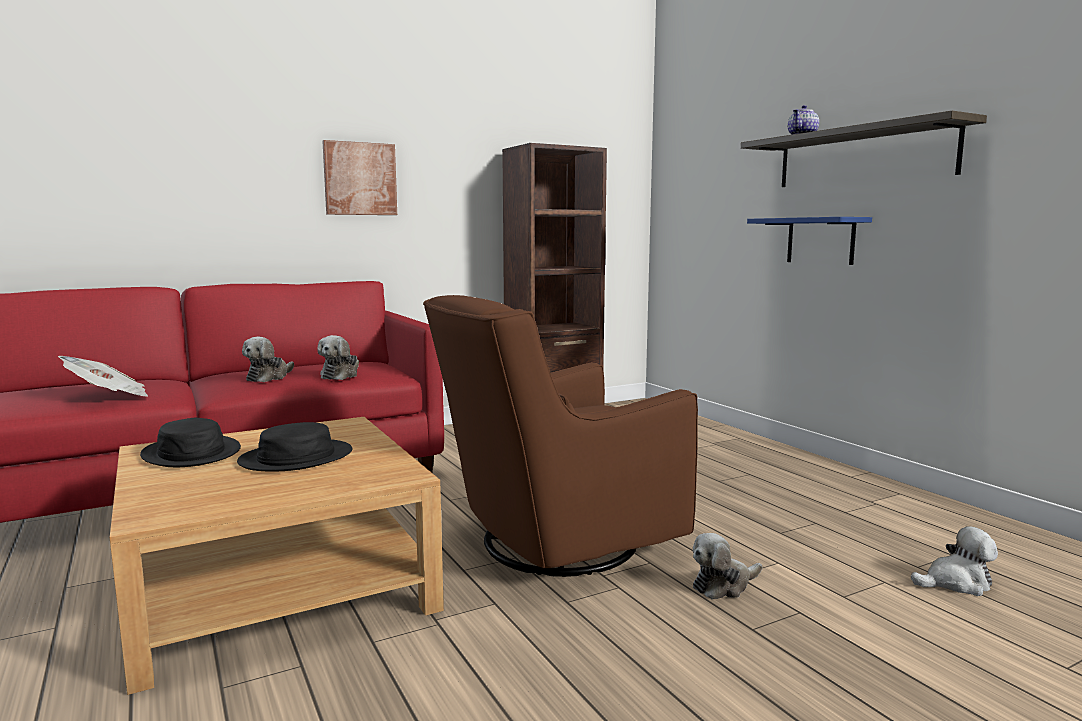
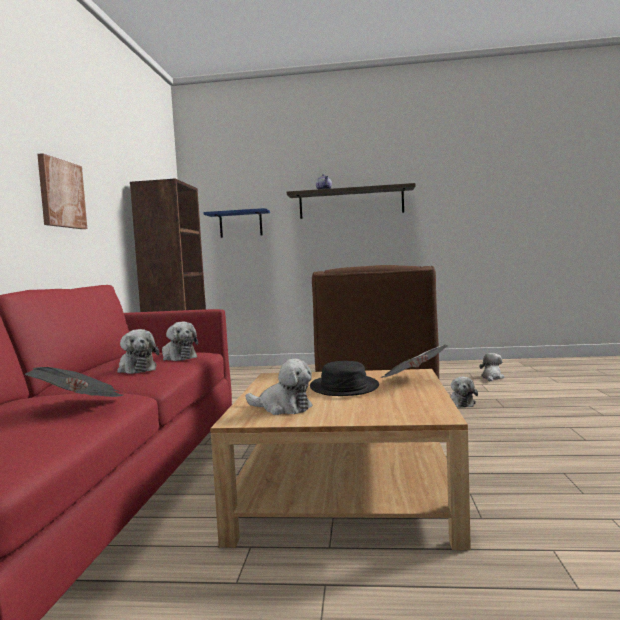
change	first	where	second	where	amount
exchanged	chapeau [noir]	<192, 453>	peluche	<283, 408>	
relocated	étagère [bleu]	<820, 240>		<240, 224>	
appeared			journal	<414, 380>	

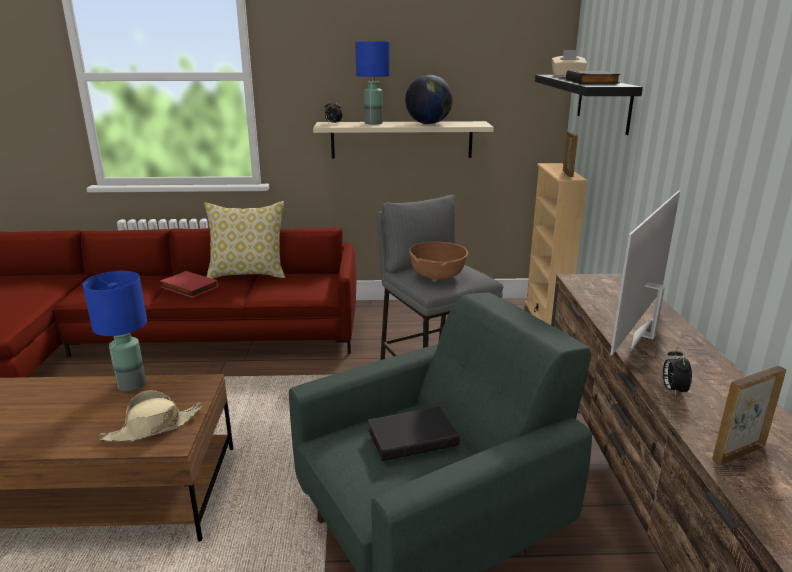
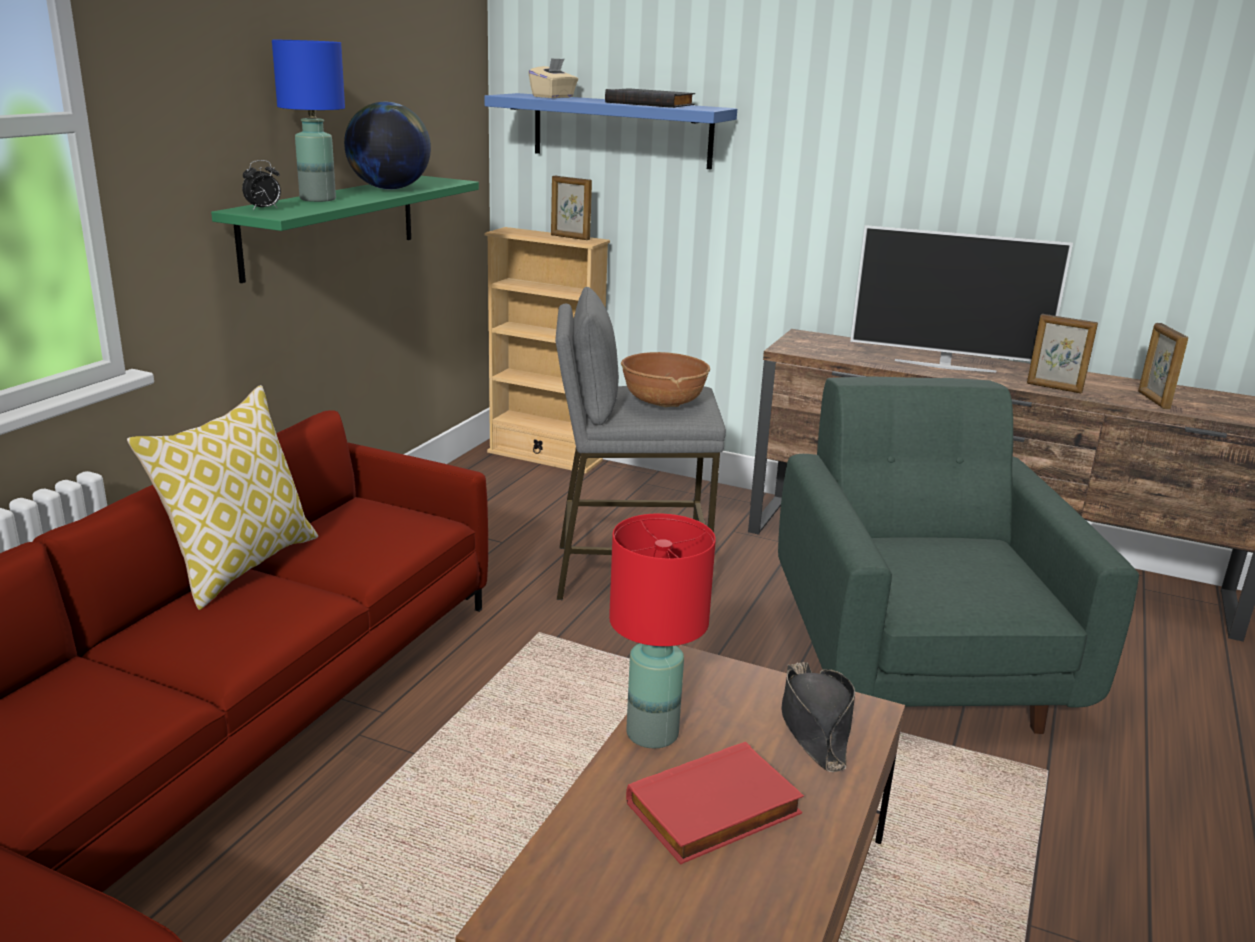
change	first	where	second	where	amount
colour	lampe de table [bleu]	<131, 385>	lampe de table [rouge]	<653, 734>	
colour	chapeau [beige]	<153, 427>	chapeau [noir]	<814, 724>	
relocated	livre [rouge]	<188, 288>		<715, 811>	
colour	étagère [beige]	<401, 139>	étagère [vert]	<331, 225>	
missing	livre [noir]	<412, 436>			
colour	étagère [noir]	<603, 102>	étagère [bleu]	<622, 131>	
spun	téléviseur	<645, 335>		<944, 366>	45 degrees counterclockwise
exchanged	réveil	<673, 390>	cadre photo	<1054, 388>	

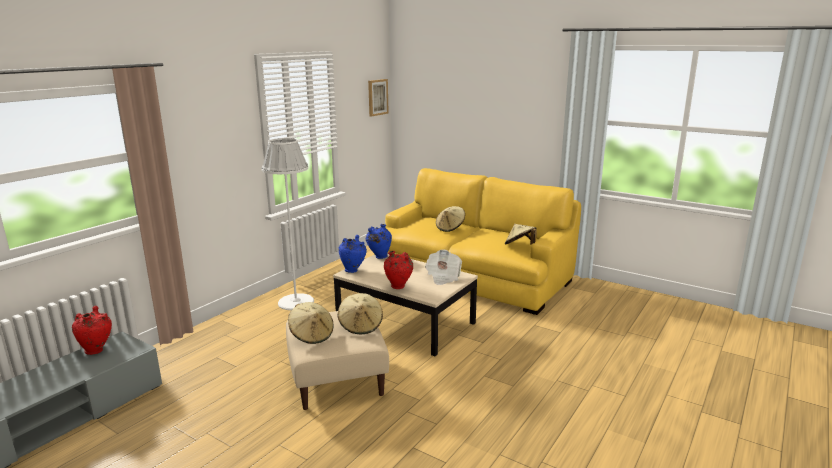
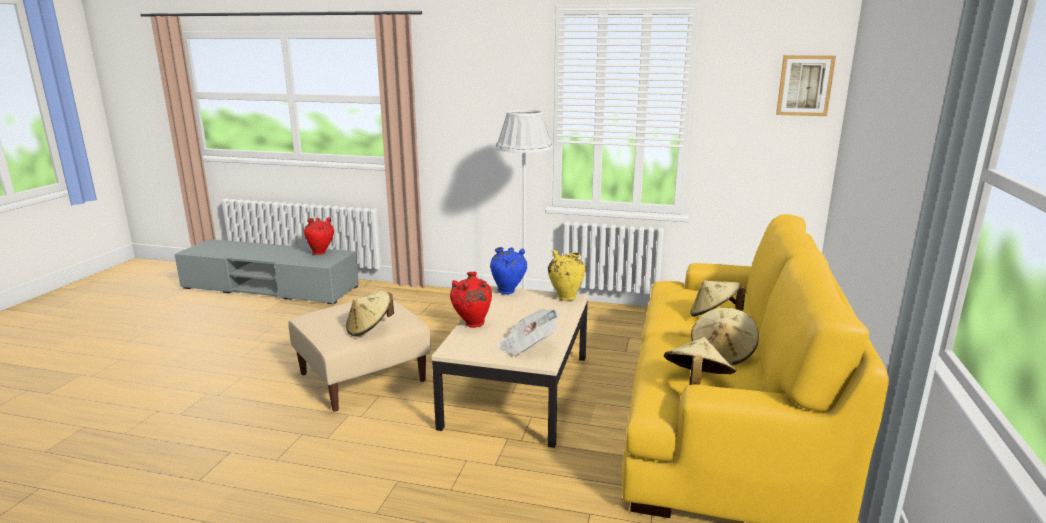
change	first	where	second	where	amount
relocated	chapeau [beige]	<311, 335>		<722, 354>	
colour	vase [bleu]	<379, 257>	vase [jaune]	<565, 297>	

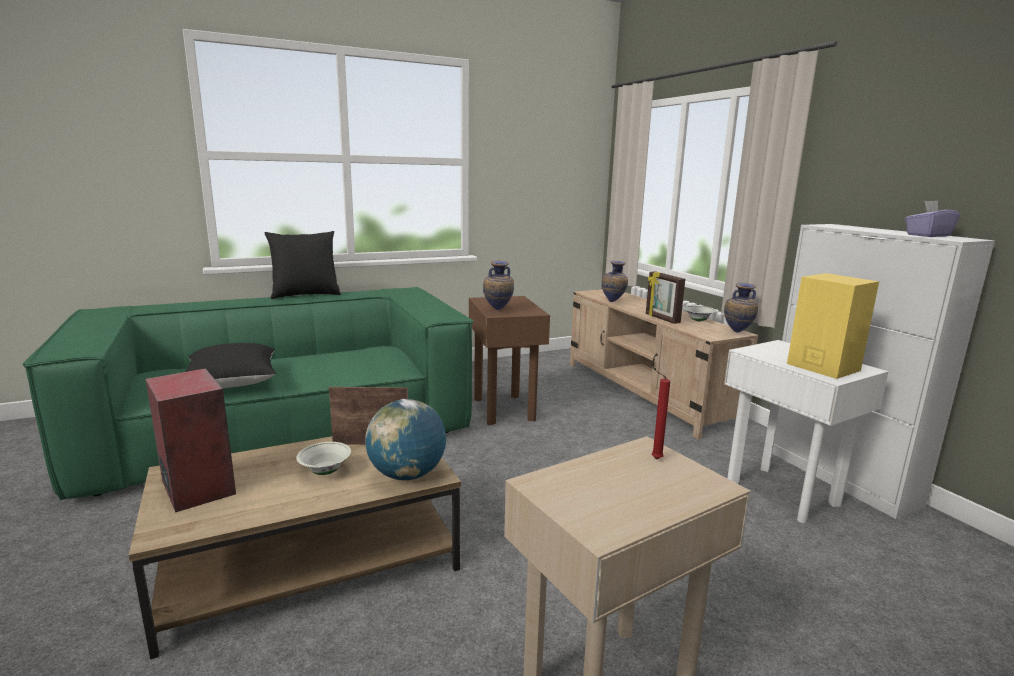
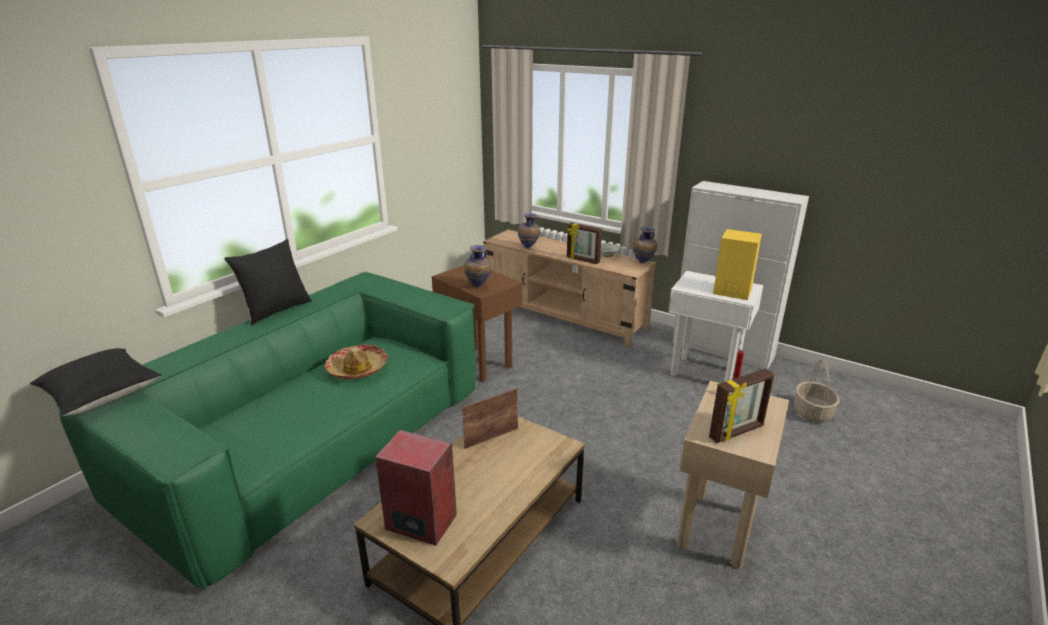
change	first	where	second	where	amount
relocated	coussin [noir]	<232, 382>		<102, 395>	
missing	bol [blanc]	<325, 471>			
missing	globe	<407, 475>			
missing	boîte à mouchoirs [violet]	<927, 235>			
appeared			chapeau	<357, 369>	
appeared			cadre photo	<737, 432>	
appeared			panier	<812, 413>	

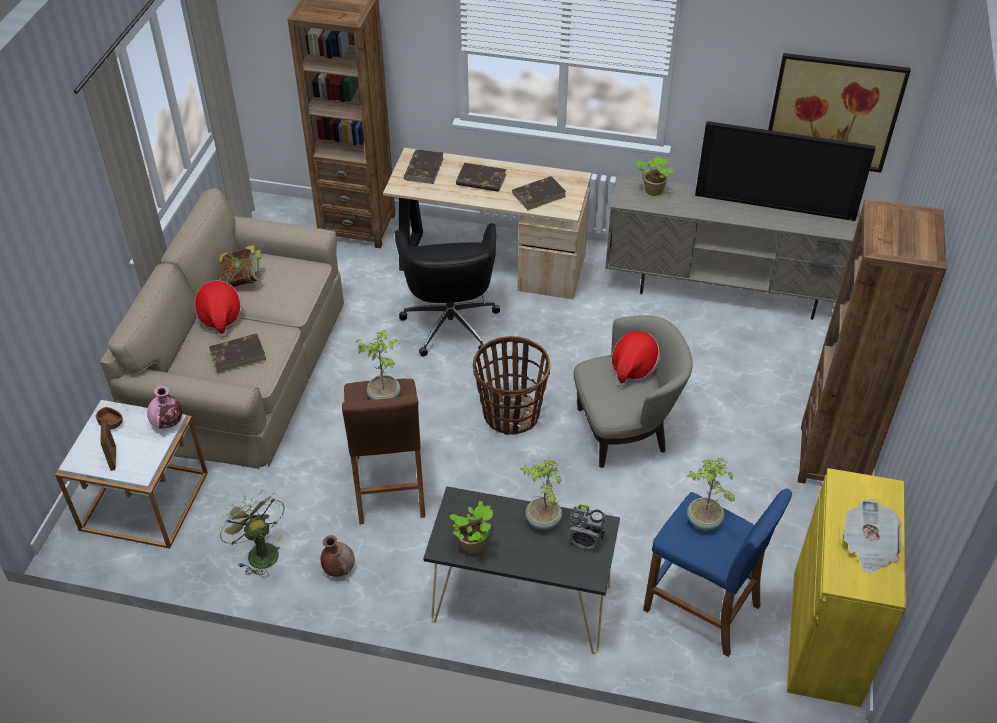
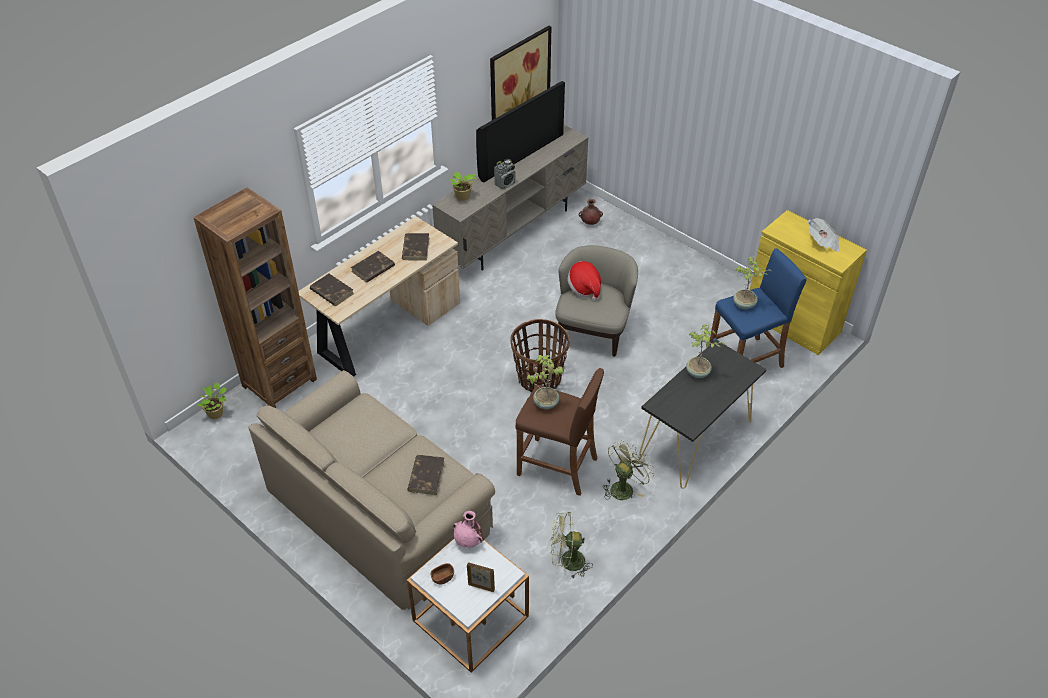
change	first	where	second	where	amount
missing	chapeau	<220, 318>			
missing	livre	<243, 280>			
relocated	vase [marron]	<338, 568>		<590, 222>	
missing	chaise de bureau [noir]	<450, 322>			
relocated	plante en pot	<473, 545>		<217, 413>	
relocated	radio	<585, 541>		<505, 184>	
missing	bibliothèque [marron]	<832, 458>			
appeared			ventilateur [vert]	<624, 487>	

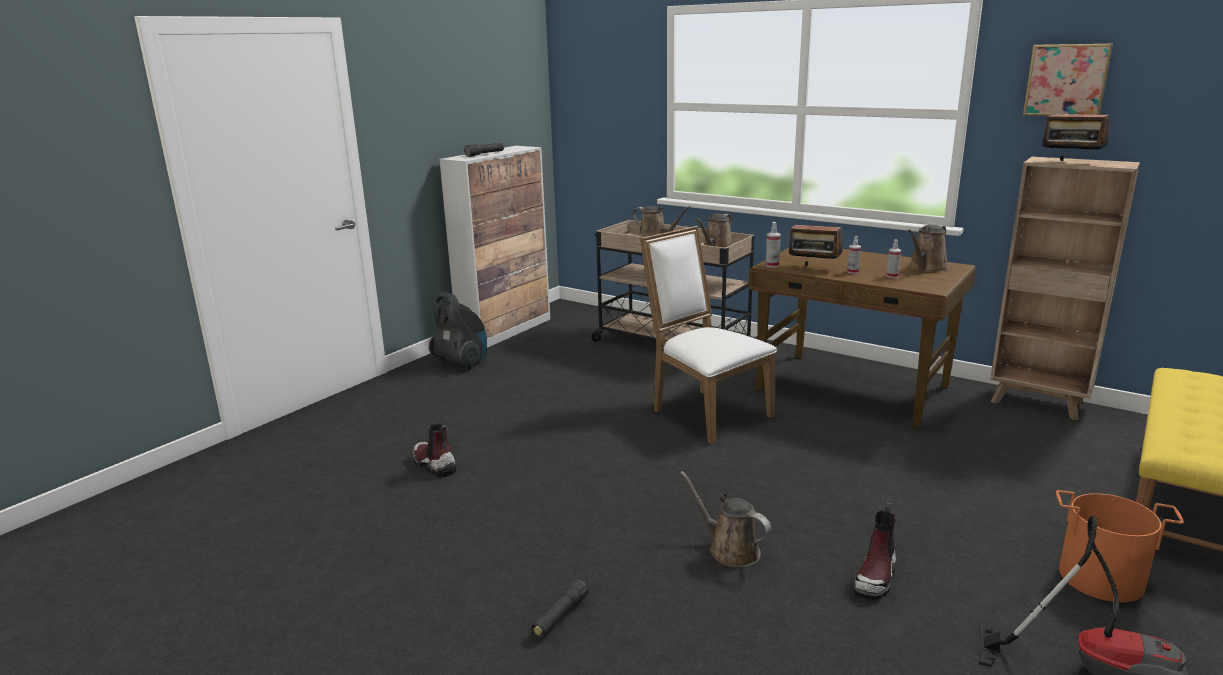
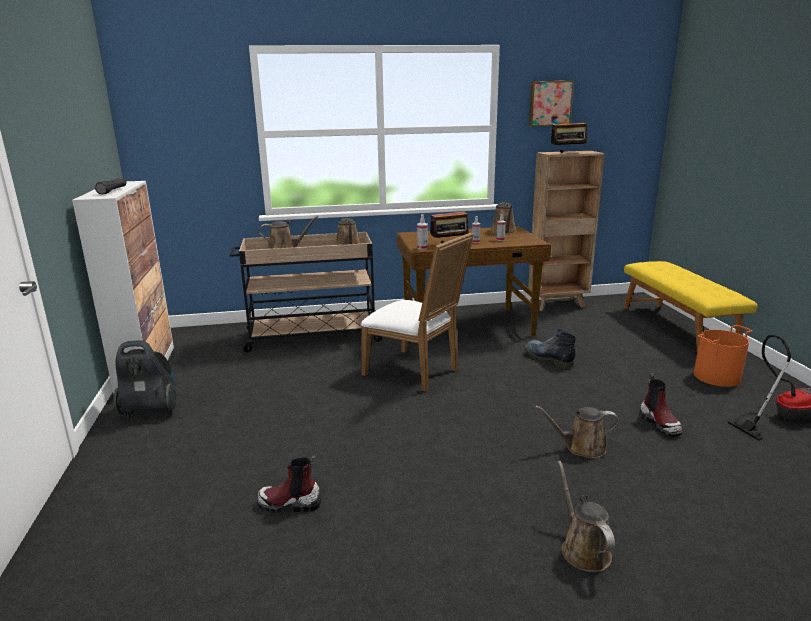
change	first	where	second	where	amount
exchanged	lampe de poche [noir]	<560, 616>	arrosoir [marron]	<583, 549>	
spun	chaise [blanc]	<705, 412>		<416, 372>	150 degrees counterclockwise
appeared			botte	<547, 358>	

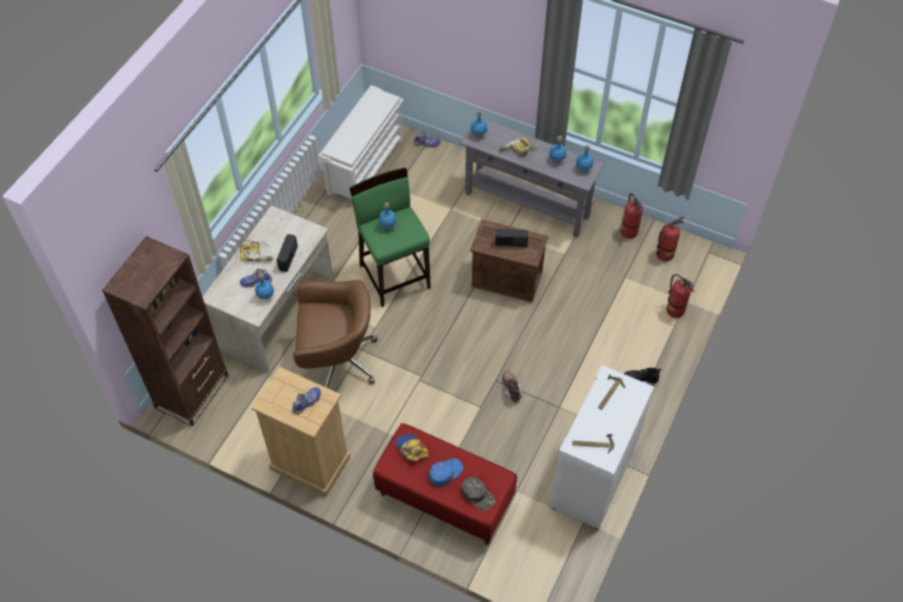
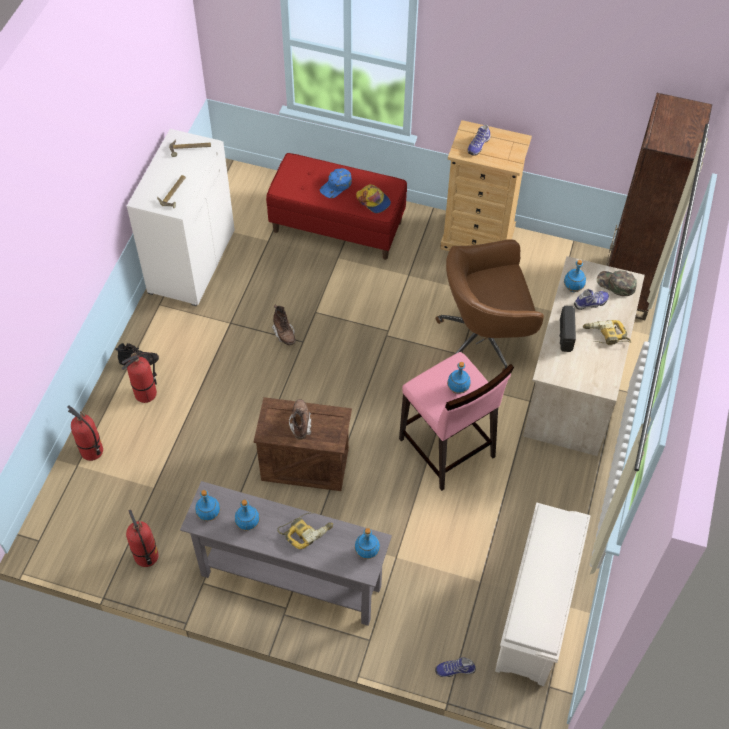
change	first	where	second	where	amount
colour	tabouret [vert]	<395, 275>	tabouret [rose]	<447, 449>	
relocated	casquette [vert]	<478, 495>		<615, 284>	
exchanged	radio	<511, 243>	botte [marron]	<300, 423>	
relocated	extincteur	<664, 254>		<145, 394>	

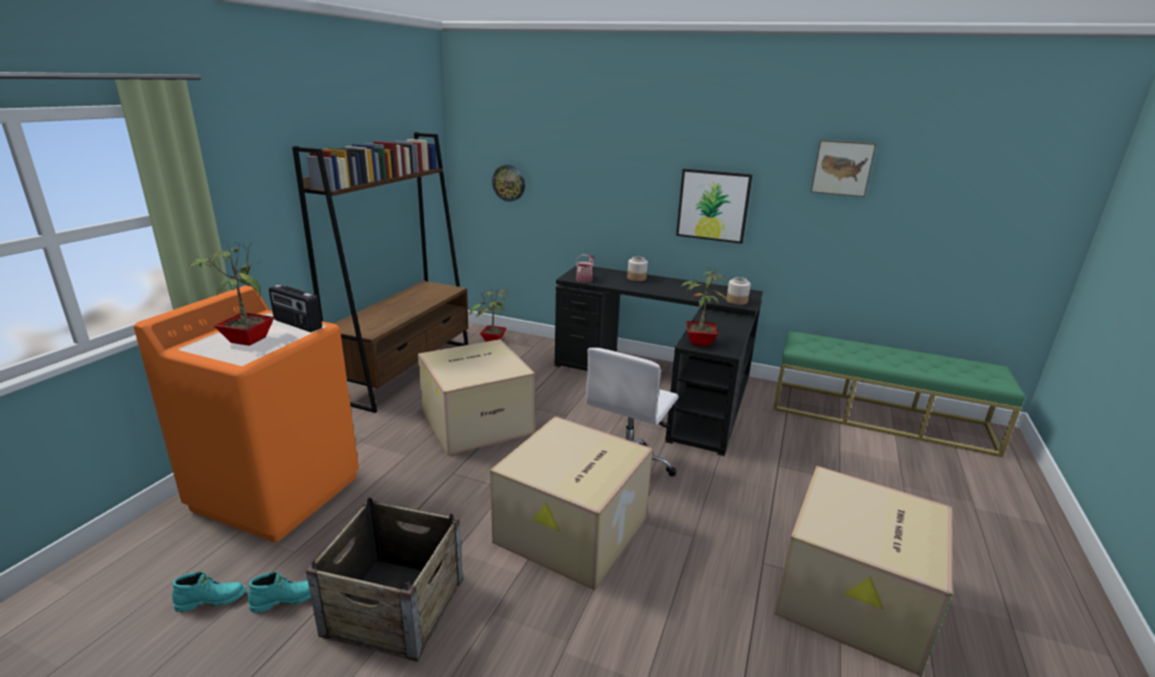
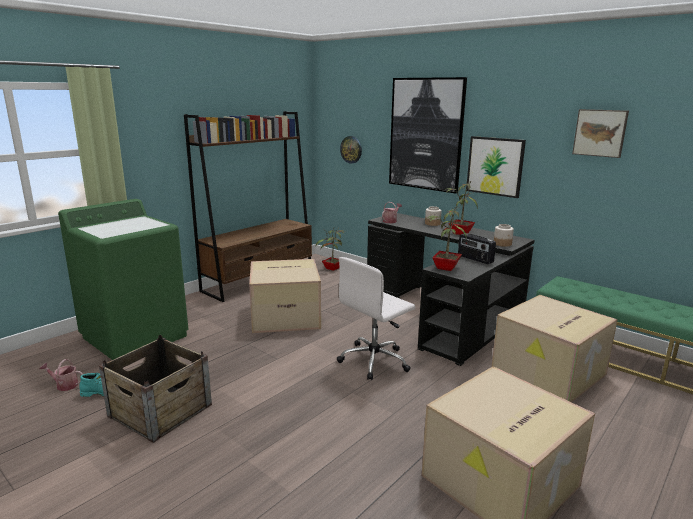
change	first	where	second	where	amount
colour	lave-linge [orange]	<277, 491>	lave-linge [vert]	<136, 336>	
exchanged	botte [turquoise]	<212, 600>	arrosoir	<64, 385>	
relocated	plante en pot	<246, 340>		<459, 233>	
relocated	radio	<297, 324>		<475, 259>	
relocated	carton	<572, 531>		<549, 373>	
appeared			tableau	<426, 134>	

